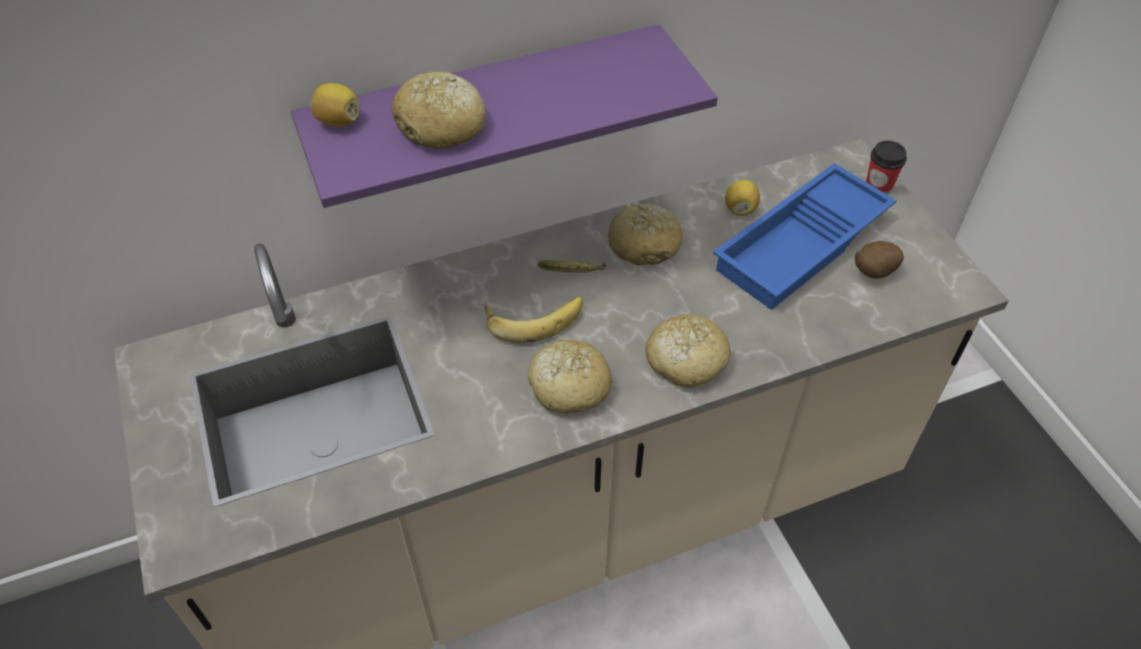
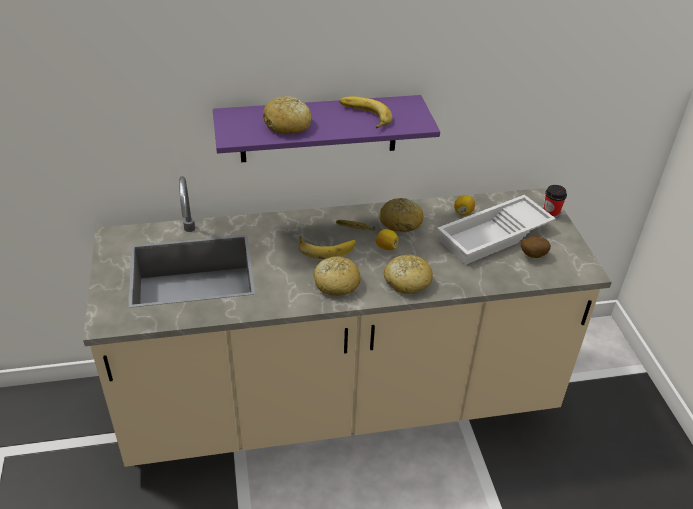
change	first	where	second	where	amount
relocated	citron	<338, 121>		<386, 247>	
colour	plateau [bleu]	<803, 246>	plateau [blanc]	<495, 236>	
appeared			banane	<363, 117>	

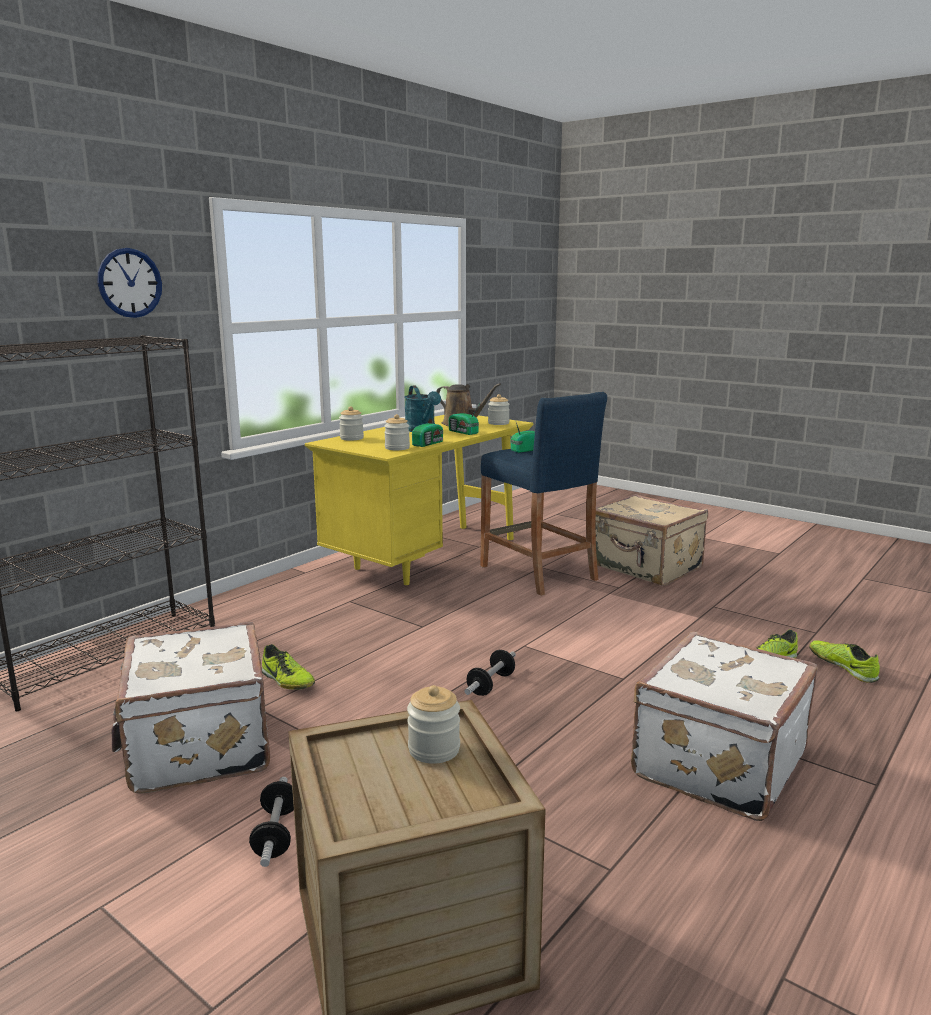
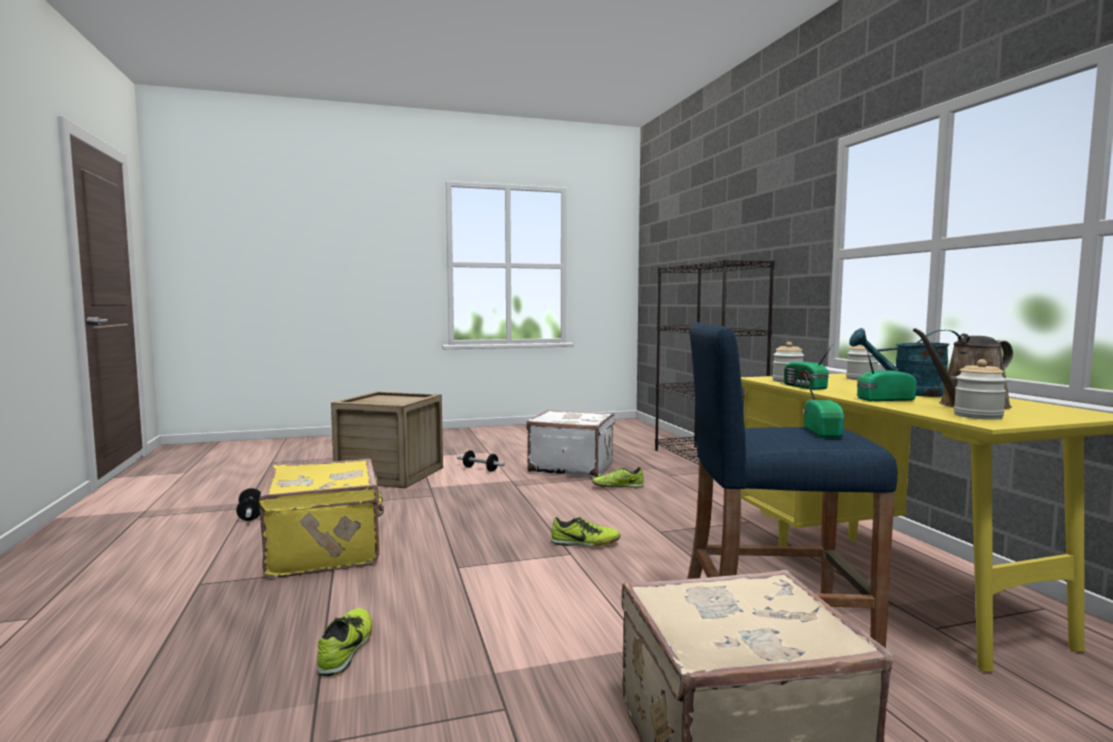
change	first	where	second	where	amount
missing	horloge murale	<130, 283>			
missing	bocal	<434, 749>			
relocated	haltère	<491, 684>		<250, 514>	
colour	valise [blanc]	<715, 763>	valise [jaune]	<327, 550>	
relocated	chaussure	<842, 667>		<585, 543>	

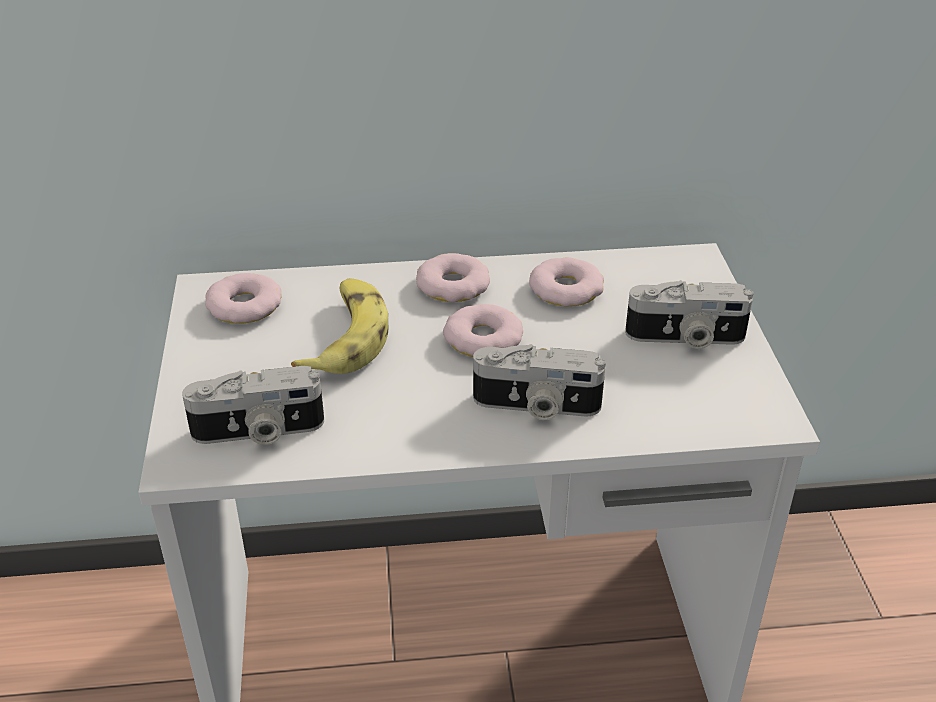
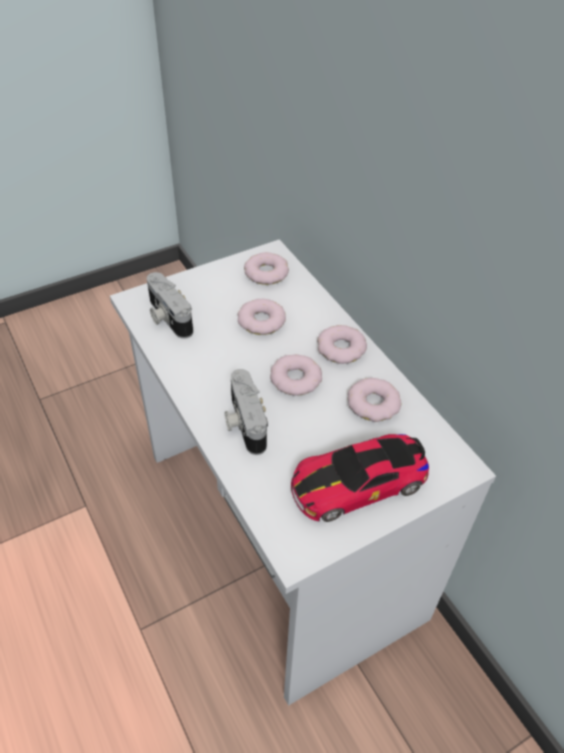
change	first	where	second	where	amount
exchanged	banane	<346, 338>	beignet	<261, 321>	
exchanged	appareil photo	<685, 338>	petite voiture	<358, 483>	

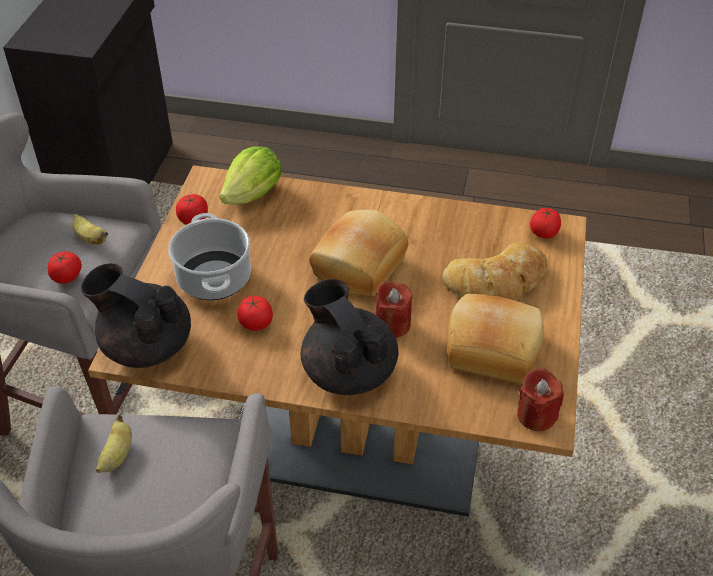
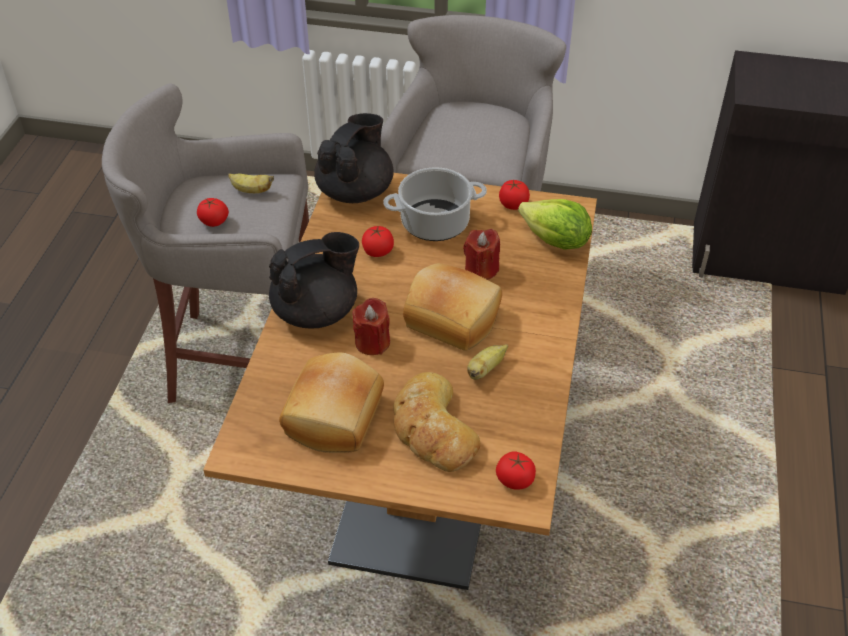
change	first	where	second	where	amount
relocated	tomate	<67, 277>		<214, 222>	
relocated	banane	<90, 238>		<485, 369>	
relocated	bougie [rouge]	<536, 415>		<481, 269>	

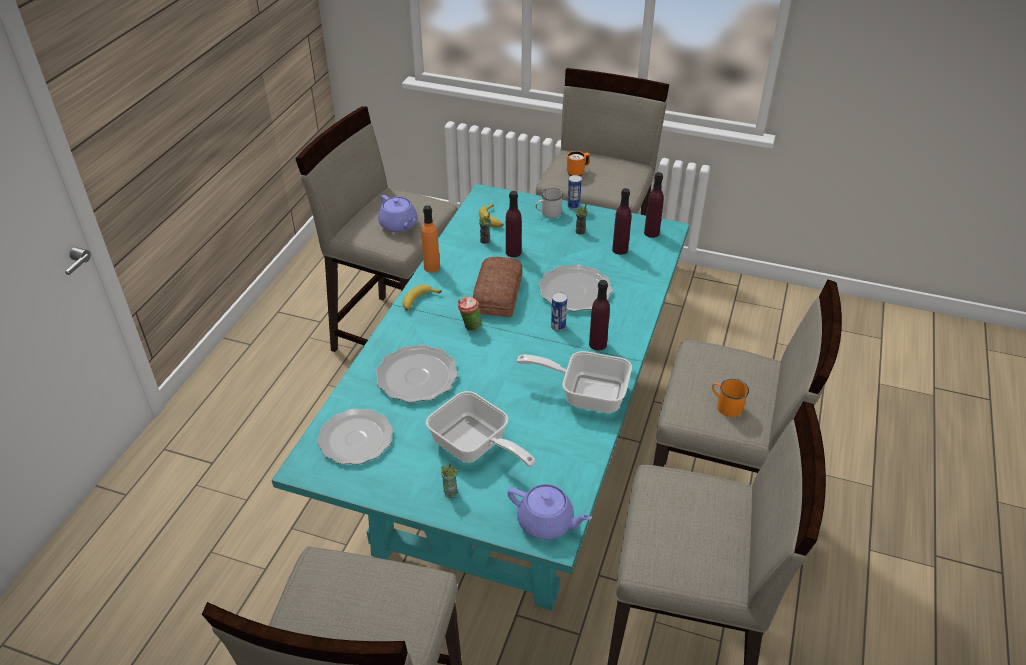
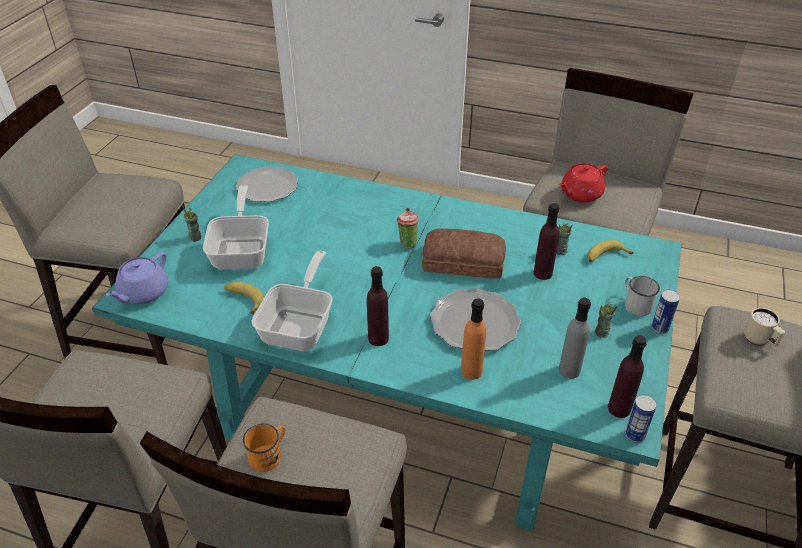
change	first	where	second	where	amount
missing	assiette	<416, 376>			
colour	théière [violet]	<399, 225>	théière [rouge]	<580, 194>	
relocated	banane	<419, 301>		<244, 299>	
relocated	bouteille [orange]	<432, 267>		<471, 371>	
spun	poêle	<475, 447>		<242, 250>	135 degrees clockwise
relocated	boîte métallique	<558, 327>		<634, 435>	
colour	mug [orange]	<578, 172>	mug [beige]	<759, 341>	
colour	bouteille [violet]	<620, 250>	bouteille [gris]	<569, 370>	

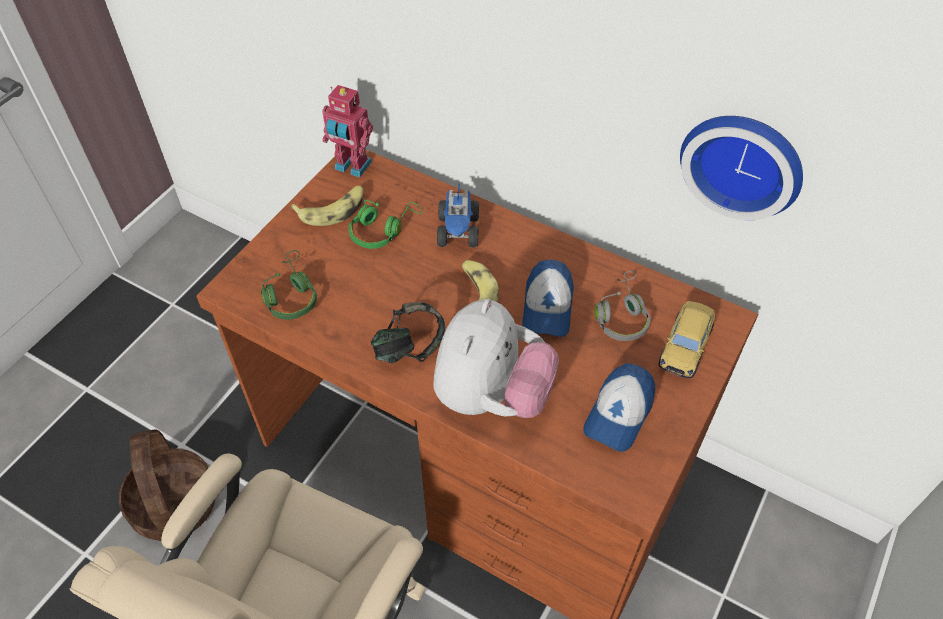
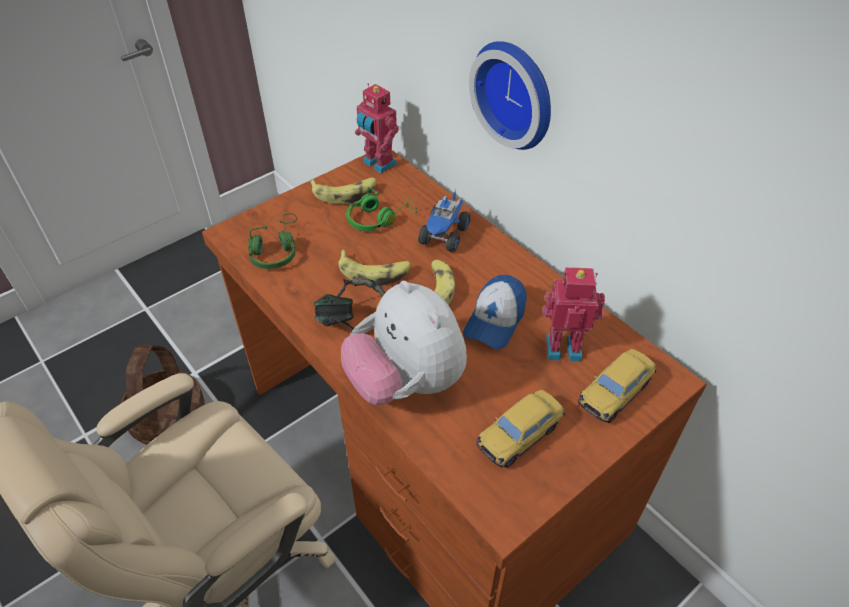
change	first	where	second	where	amount
spun	peluche	<491, 395>		<406, 382>	105 degrees clockwise
exchanged	casquette	<619, 414>	petite voiture	<520, 435>	
exchanged	casque audio [gris]	<621, 315>	robot jouet	<563, 346>	
relocated	horloge murale	<743, 162>		<517, 93>	
appeared			banane	<375, 272>	

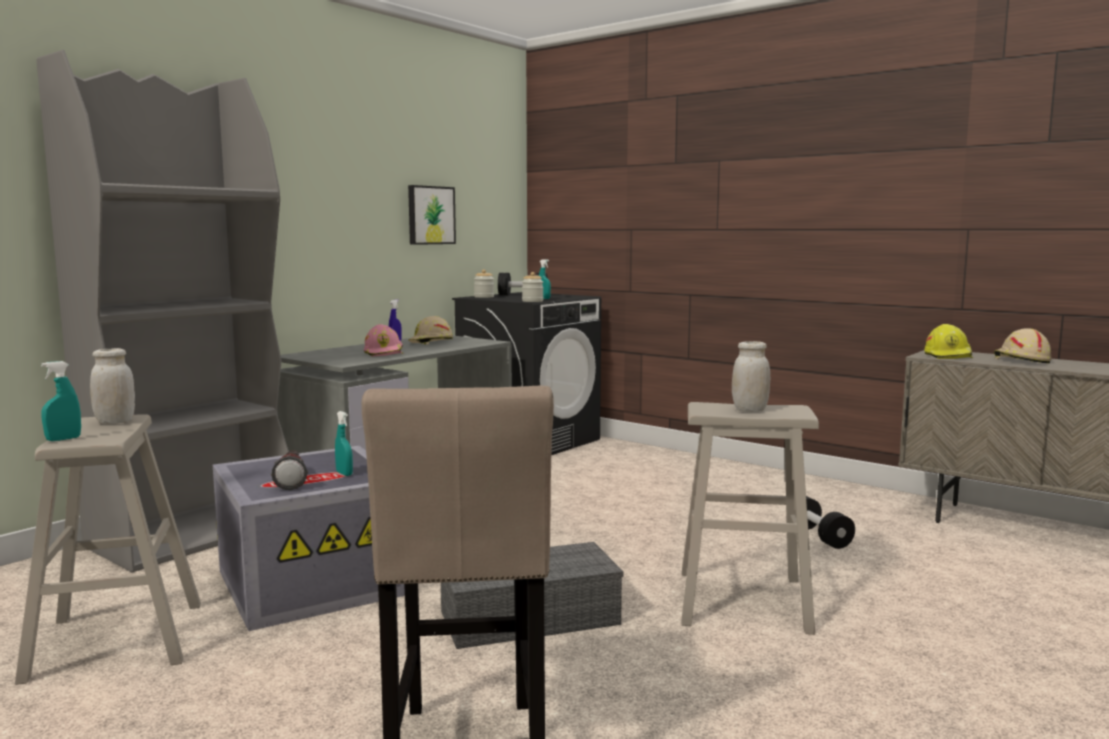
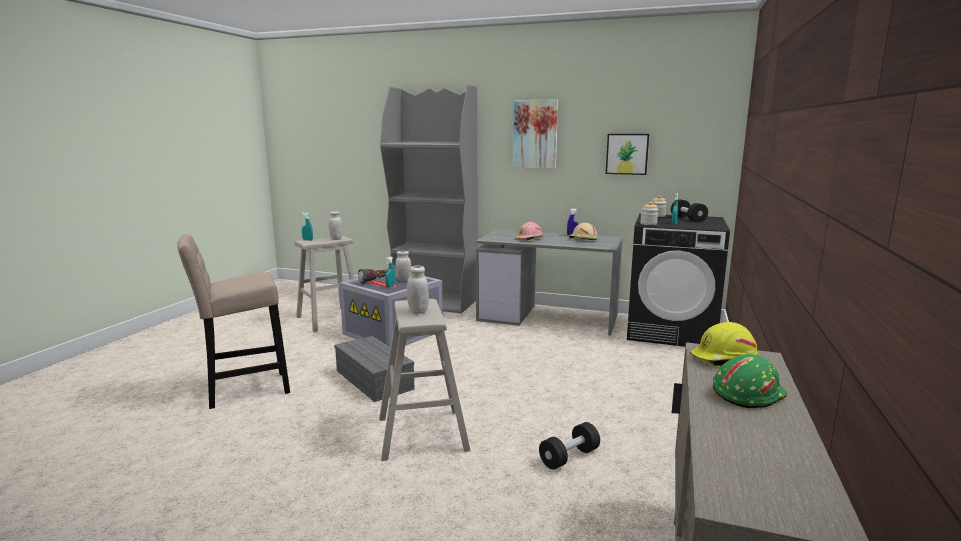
change	first	where	second	where	amount
colour	casque de chantier [beige]	<1021, 360>	casque de chantier [vert]	<747, 393>	
appeared			bocal [blanc]	<403, 280>	
appeared			tableau	<535, 134>	

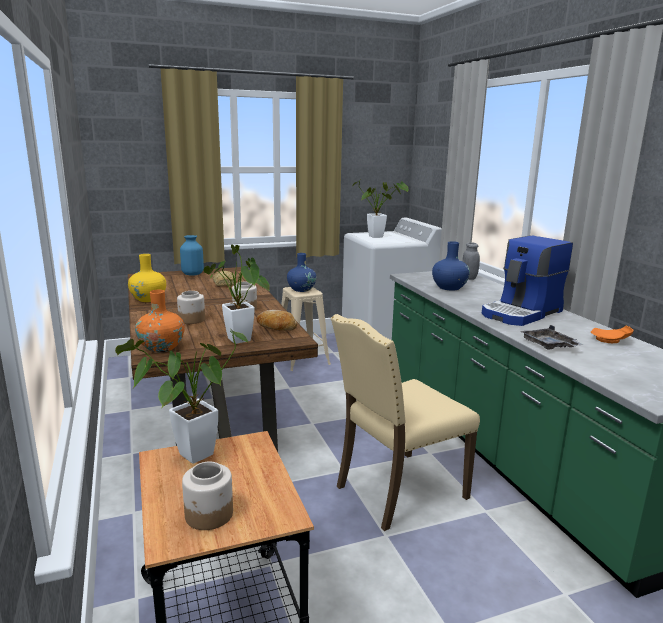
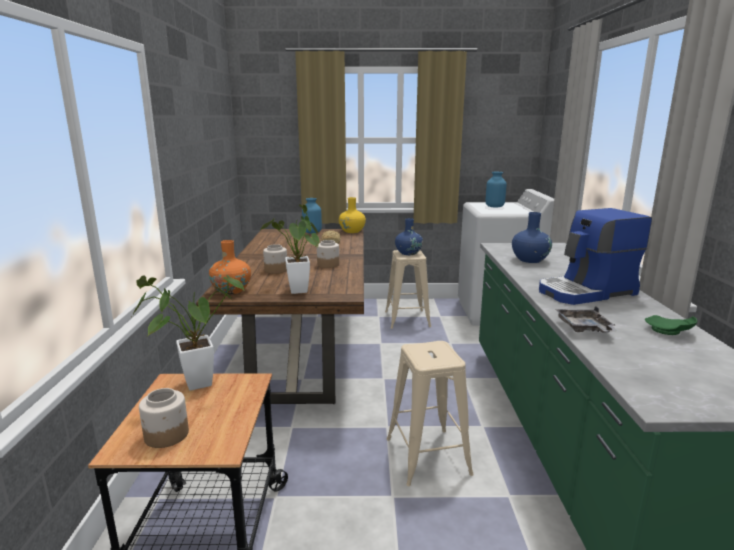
change	first	where	second	where	amount
relocated	vase [jaune]	<148, 299>		<352, 231>	
missing	pain	<276, 327>			
exchanged	chaise [beige]	<397, 491>	tabouret [beige]	<428, 456>	
exchanged	plante en pot	<379, 236>	vase [bleu]	<495, 206>	
missing	bocal [gris]	<469, 278>			
colour	assiette [orange]	<610, 340>	assiette [vert]	<669, 332>	

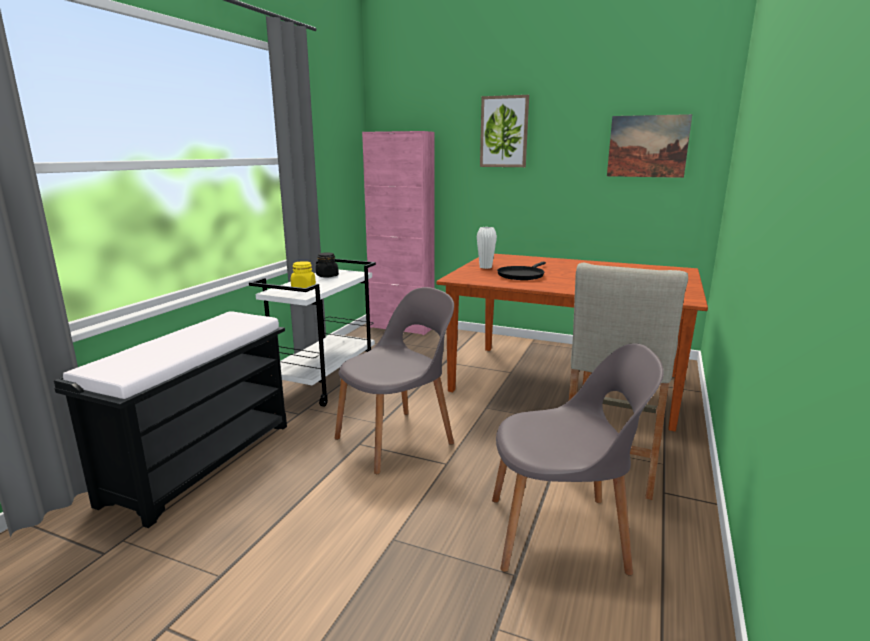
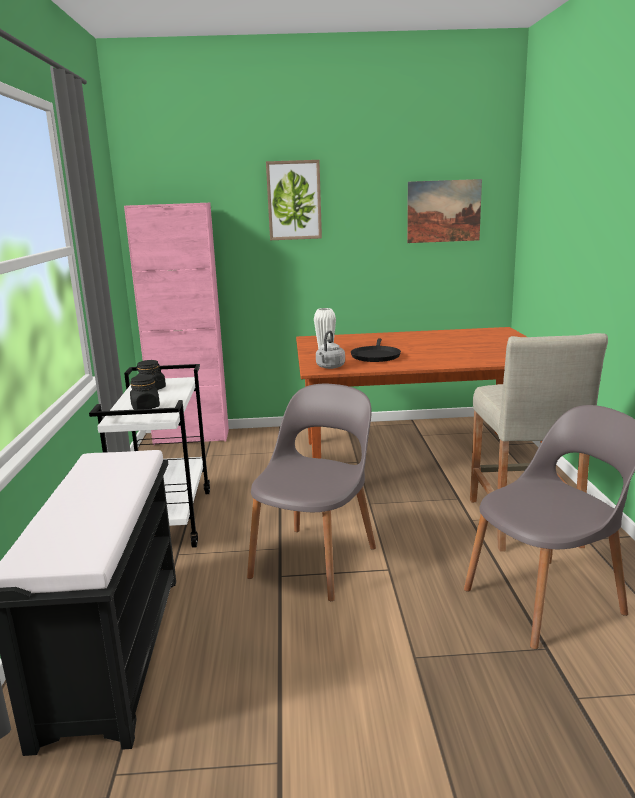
change	first	where	second	where	amount
colour	bocal [jaune]	<303, 287>	bocal [noir]	<145, 407>	
appeared			bouilloire [gris]	<330, 367>	

